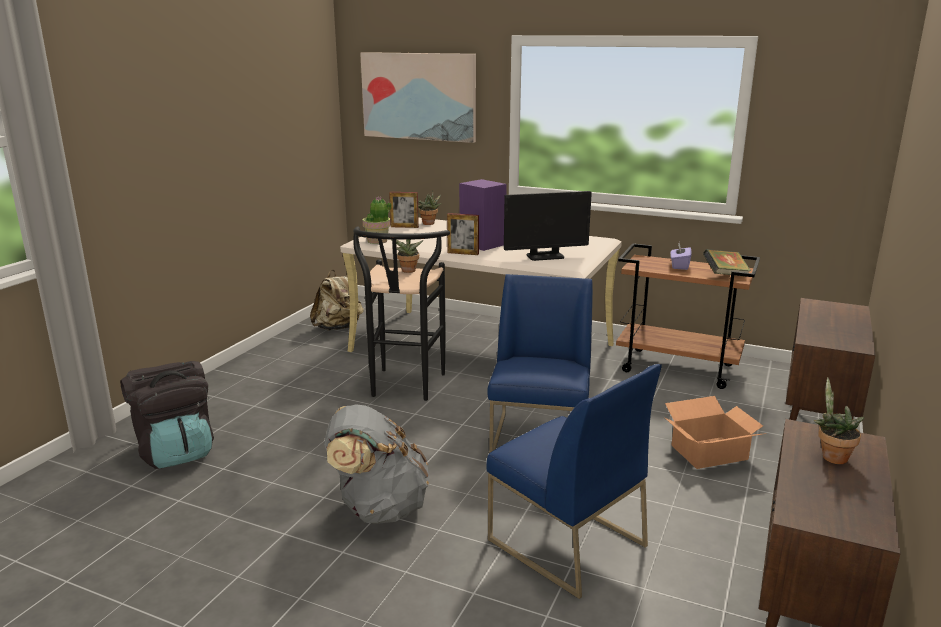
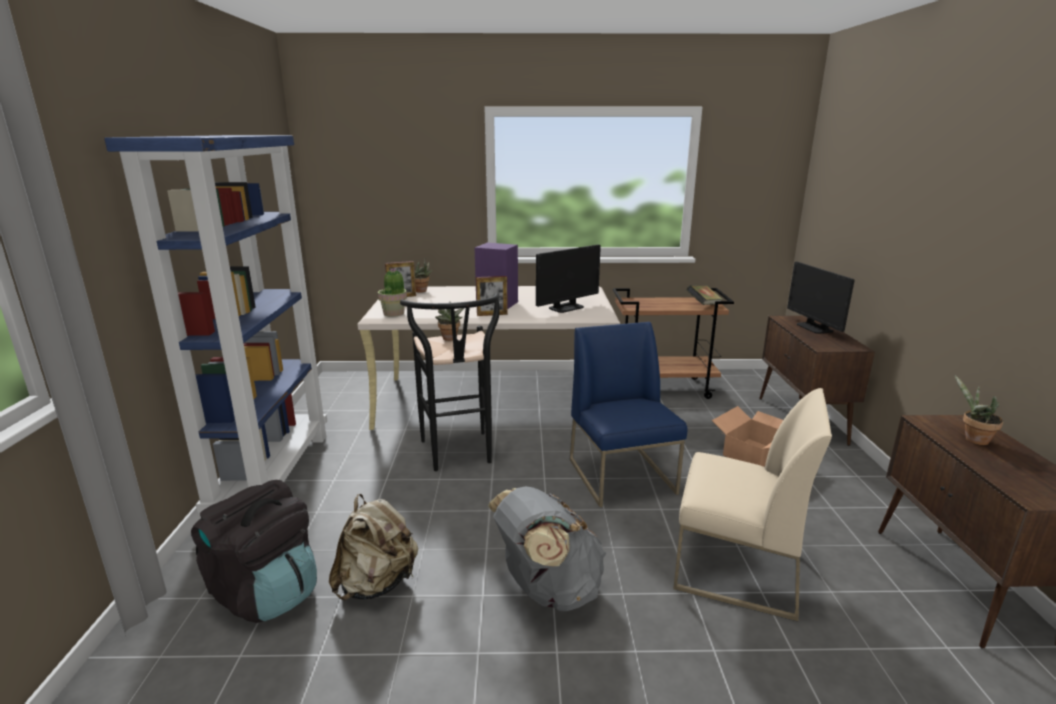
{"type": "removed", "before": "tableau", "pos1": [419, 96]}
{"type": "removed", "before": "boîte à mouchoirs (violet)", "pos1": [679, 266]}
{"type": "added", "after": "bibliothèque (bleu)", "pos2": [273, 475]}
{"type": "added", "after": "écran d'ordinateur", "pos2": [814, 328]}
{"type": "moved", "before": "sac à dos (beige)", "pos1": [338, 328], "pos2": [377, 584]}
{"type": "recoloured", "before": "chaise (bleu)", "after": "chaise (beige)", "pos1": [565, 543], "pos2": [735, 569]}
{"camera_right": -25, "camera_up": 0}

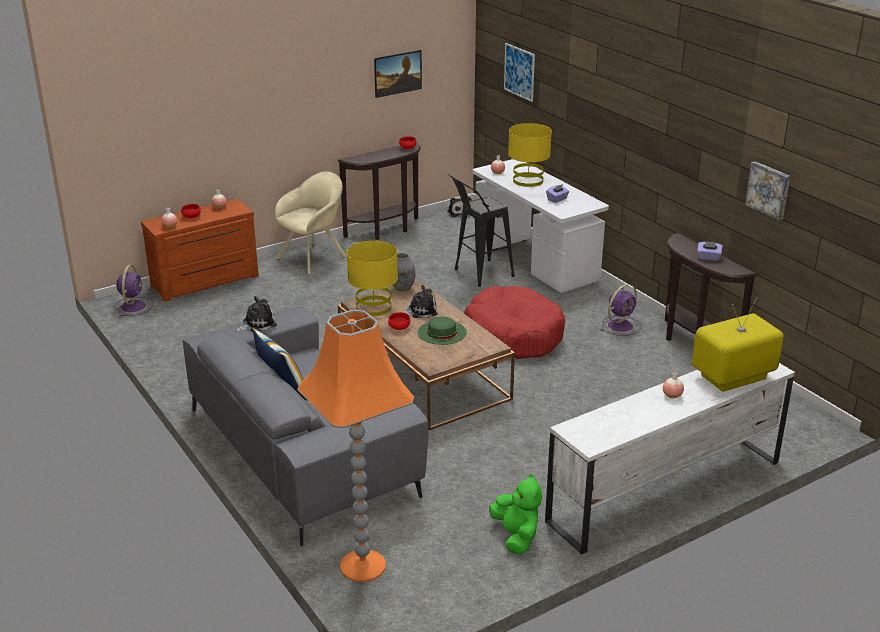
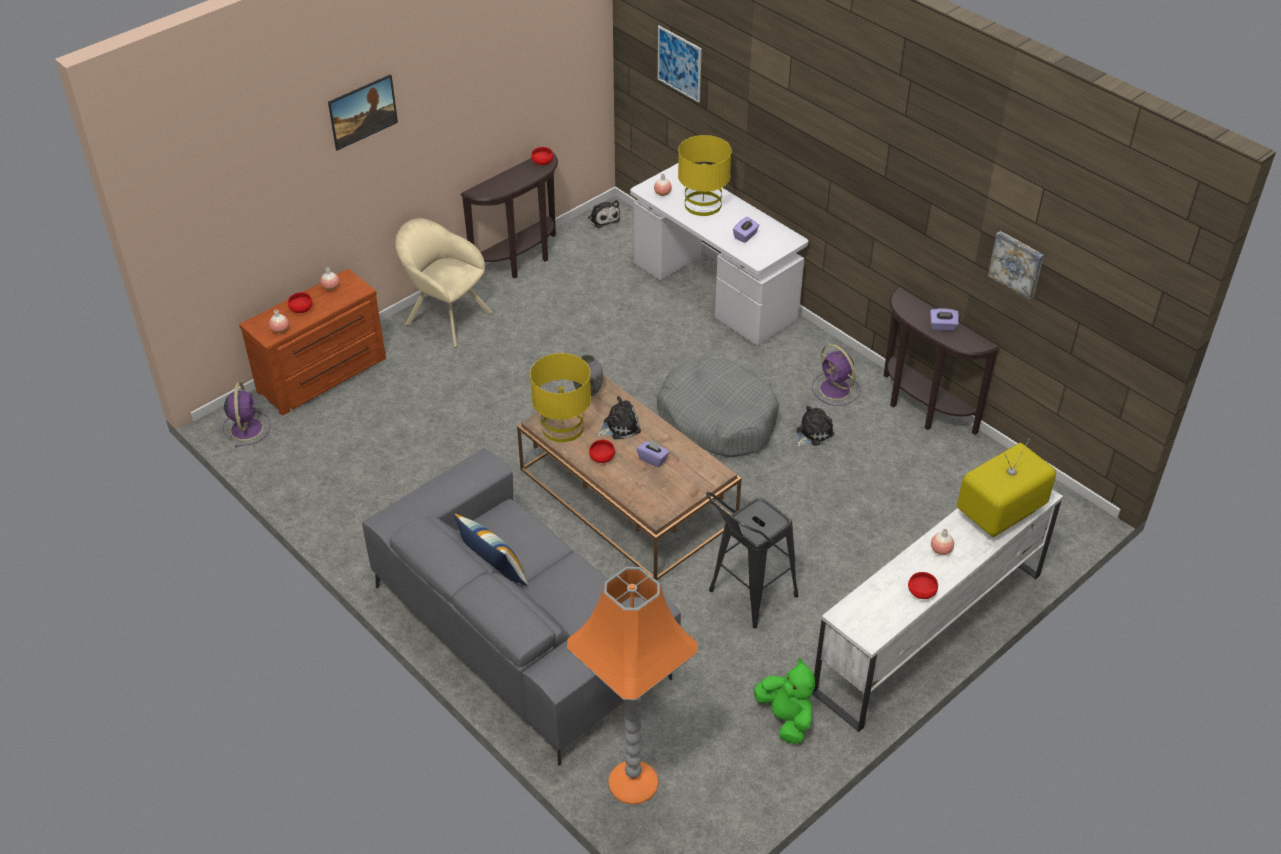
{"type": "added", "after": "bol (rouge)", "pos2": [921, 593]}
{"type": "moved", "before": "peluche", "pos1": [257, 323], "pos2": [812, 433]}
{"type": "moved", "before": "tableau", "pos1": [398, 83], "pos2": [364, 123]}
{"type": "moved", "before": "tabouret (noir)", "pos1": [478, 274], "pos2": [746, 598]}
{"type": "replaced", "before": "chapeau (vert)", "after": "boîte à mouchoirs (violet)", "pos1": [442, 332], "pos2": [653, 459]}
{"type": "recoloured", "before": "panier pour chien (rouge)", "after": "panier pour chien (gris)", "pos1": [514, 334], "pos2": [717, 419]}
{"type": "turned", "before": "fauteuil (beige)", "pos1": [314, 257], "pos2": [445, 317], "turn": -90}
{"type": "turned", "before": "ventilateur (violet)", "pos1": [621, 325], "pos2": [836, 390], "turn": 105}
{"camera_right": -10, "camera_up": 15}

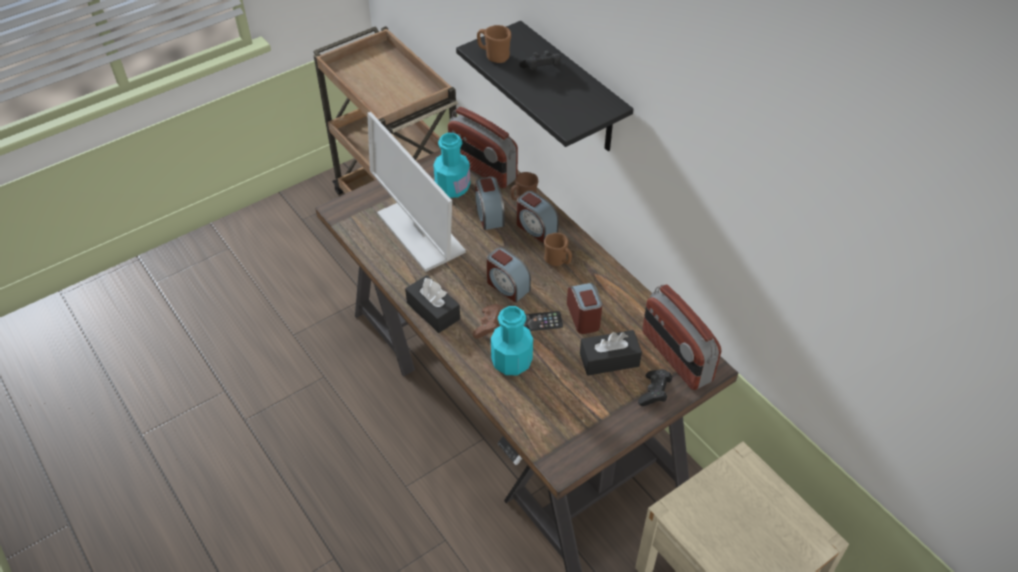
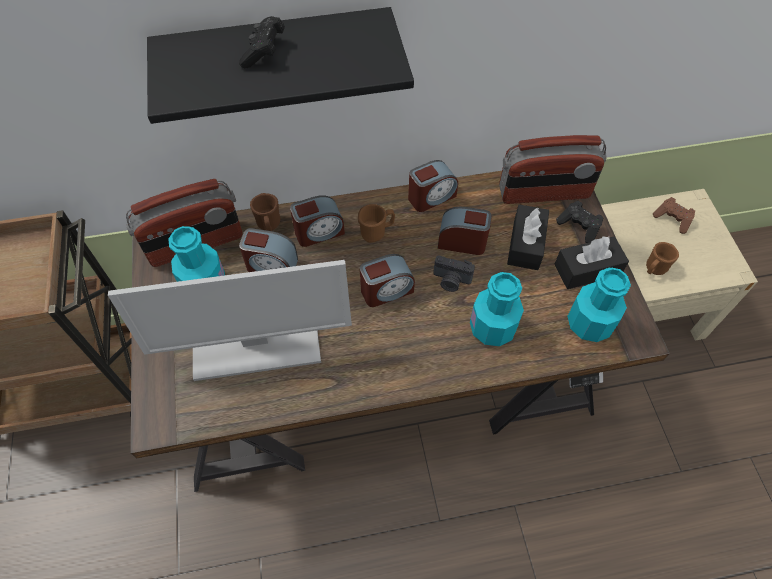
{"type": "added", "after": "réveil", "pos2": [431, 197]}
{"type": "added", "after": "bouteille (turquoise)", "pos2": [589, 323]}
{"type": "moved", "before": "boîte à mouchoirs (noir)", "pos1": [433, 311], "pos2": [587, 269]}
{"type": "moved", "before": "manette (marron)", "pos1": [489, 326], "pos2": [672, 219]}
{"type": "moved", "before": "mug (marron)", "pos1": [494, 56], "pos2": [654, 269]}
{"type": "replaced", "before": "téléphone", "after": "appareil photo", "pos1": [540, 322], "pos2": [451, 281]}
{"camera_right": -65, "camera_up": 10}

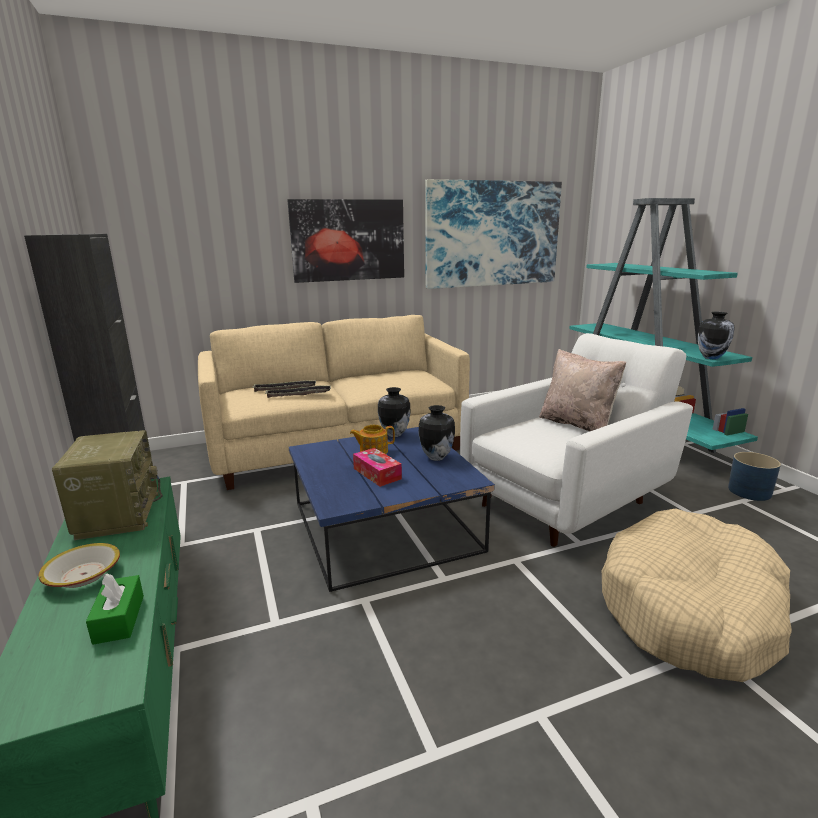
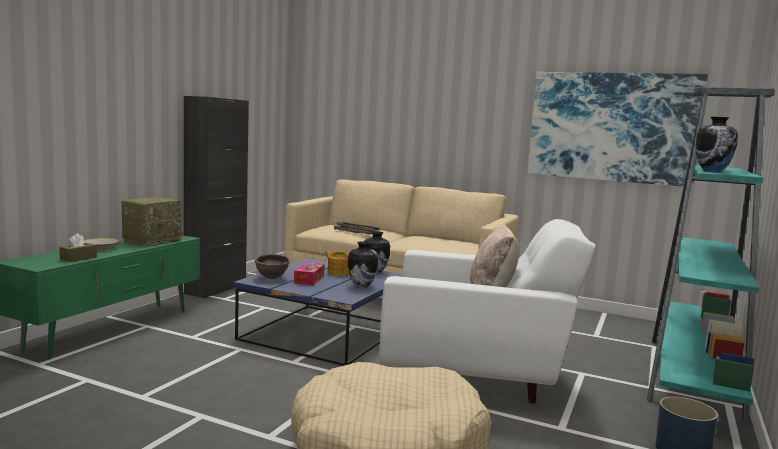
{"type": "removed", "before": "tableau", "pos1": [348, 240]}
{"type": "added", "after": "bol (marron)", "pos2": [271, 278]}
{"type": "moved", "before": "vase", "pos1": [711, 357], "pos2": [712, 171]}
{"type": "recoloured", "before": "boîte à mouchoirs (vert)", "after": "boîte à mouchoirs (marron)", "pos1": [119, 619], "pos2": [78, 258]}
{"camera_right": 45, "camera_up": -10}

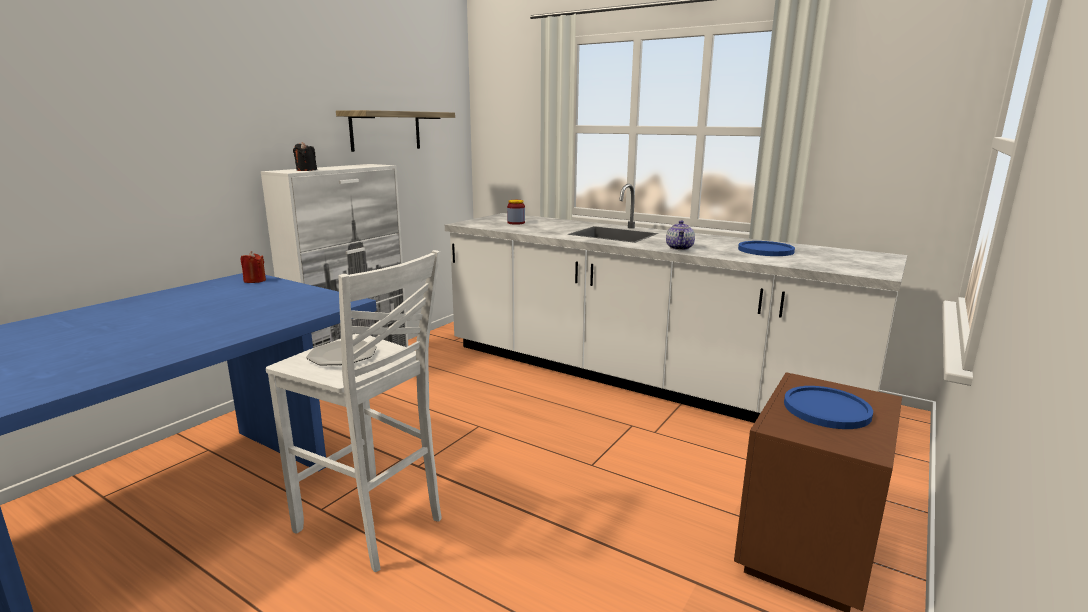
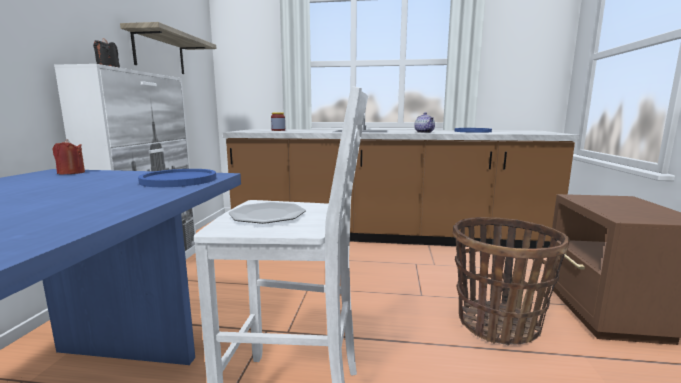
{"type": "added", "after": "panier", "pos2": [498, 324]}
{"type": "moved", "before": "assiette (bleu)", "pos1": [826, 409], "pos2": [179, 180]}
{"type": "recoloured", "before": "comptoir de cuisine (blanc)", "after": "comptoir de cuisine (marron)", "pos1": [640, 378], "pos2": [386, 235]}
{"camera_right": -25, "camera_up": -5}

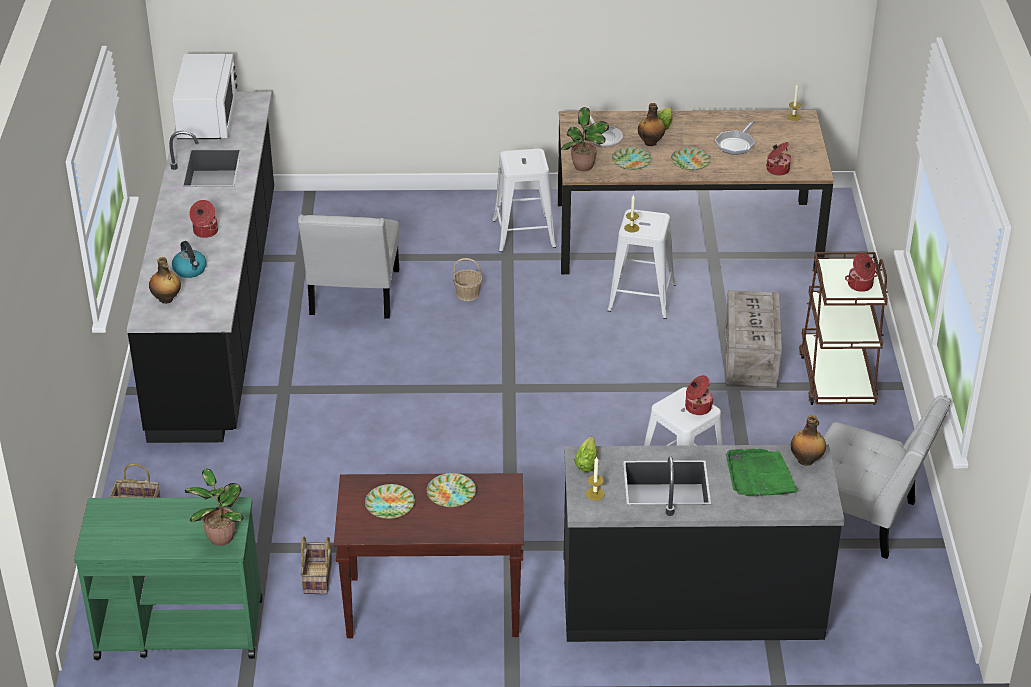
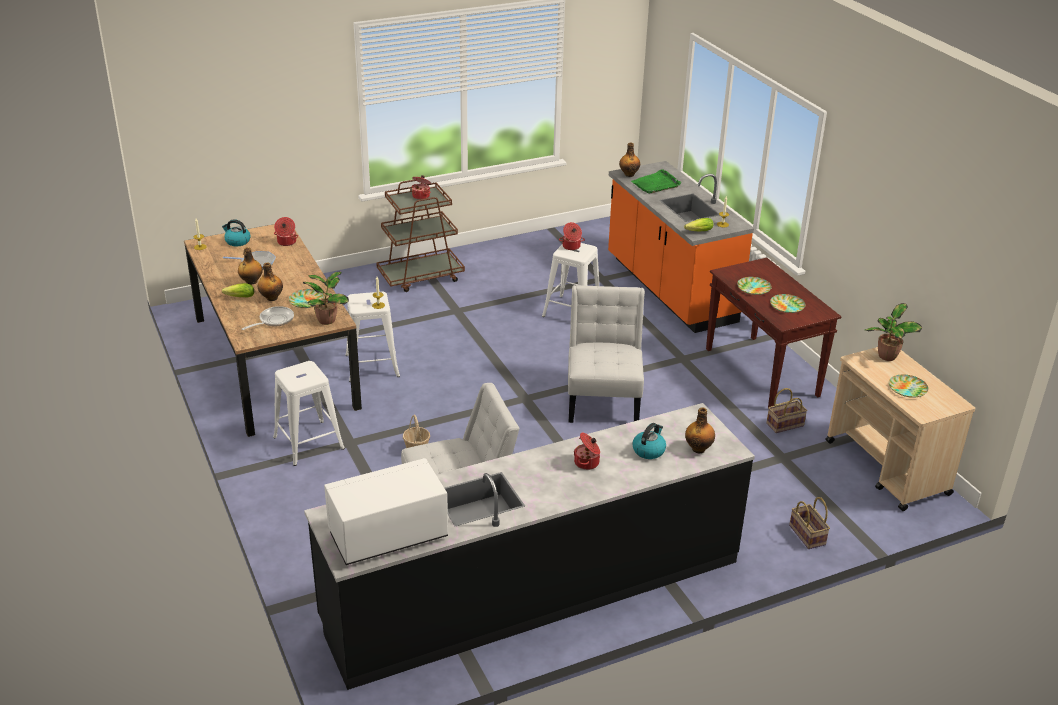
{"type": "removed", "before": "caisse", "pos1": [751, 359]}
{"type": "added", "after": "bouilloire", "pos2": [237, 241]}
{"type": "added", "after": "bouteille", "pos2": [251, 282]}
{"type": "moved", "before": "assiette", "pos1": [690, 162], "pos2": [908, 389]}
{"type": "moved", "before": "chaise (blanc)", "pos1": [863, 518], "pos2": [603, 399]}
{"type": "recoloured", "before": "chariot (vert)", "after": "chariot (beige)", "pos1": [178, 628], "pos2": [887, 468]}
{"type": "recoloured", "before": "comptoir de cuisine (noir)", "after": "comptoir de cuisine (orange)", "pos1": [691, 603], "pos2": [669, 290]}
{"camera_right": -115, "camera_up": -5}

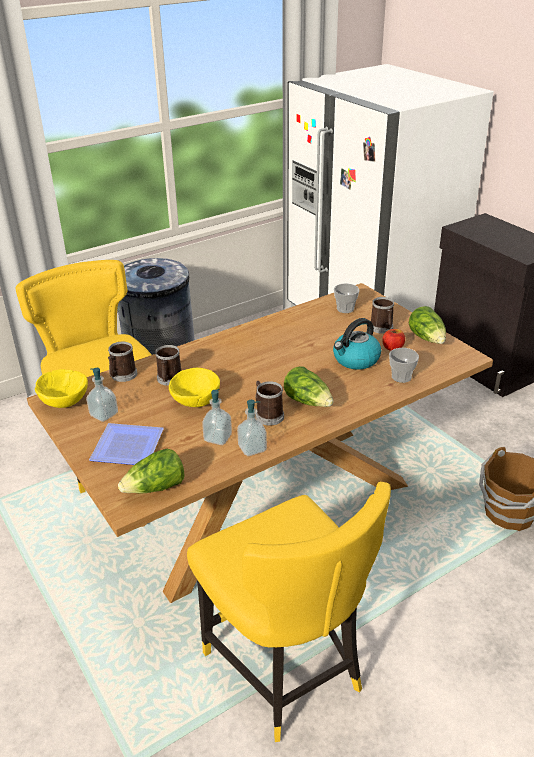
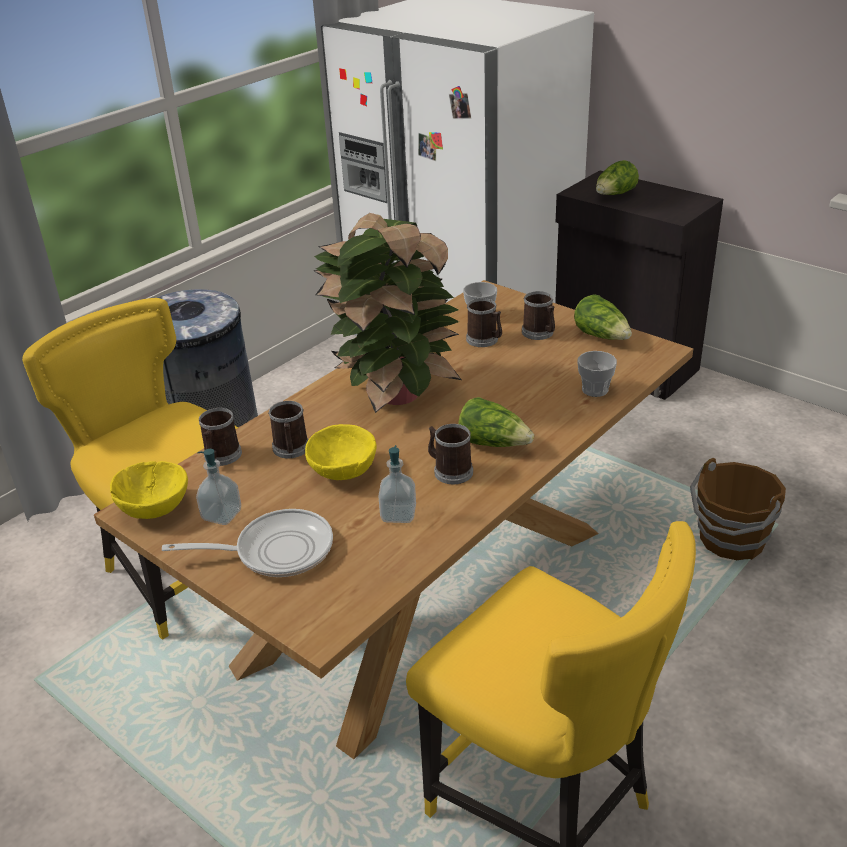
{"type": "removed", "before": "distributeur de savon", "pos1": [252, 448]}
{"type": "removed", "before": "bouilloire", "pos1": [355, 360]}
{"type": "removed", "before": "pomme", "pos1": [392, 348]}
{"type": "added", "after": "plante en pot", "pos2": [393, 393]}
{"type": "added", "after": "mug", "pos2": [485, 340]}
{"type": "moved", "before": "laitue", "pos1": [155, 488], "pos2": [615, 195]}
{"type": "replaced", "before": "assiette", "after": "poêle", "pos1": [126, 445], "pos2": [276, 551]}
{"camera_right": -15, "camera_up": 0}

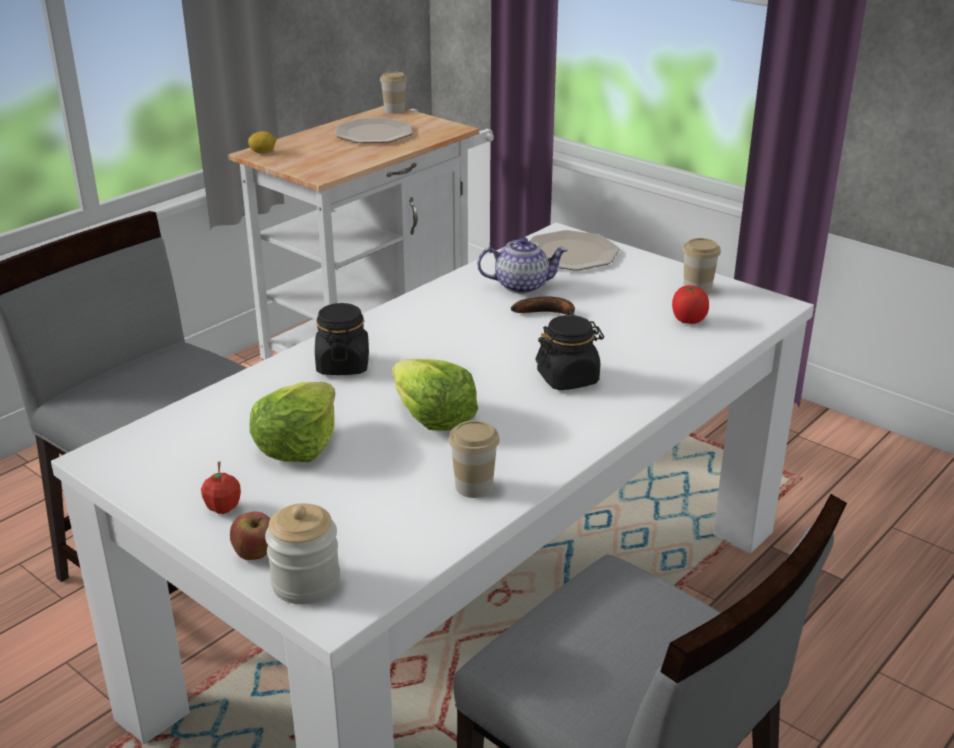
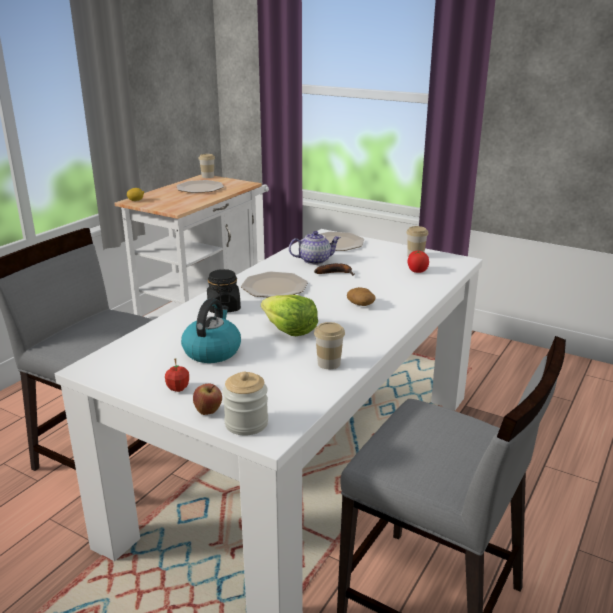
{"type": "added", "after": "assiette", "pos2": [275, 287]}
{"type": "replaced", "before": "laitue", "after": "bouilloire", "pos1": [297, 445], "pos2": [212, 351]}
{"type": "replaced", "before": "bocal (noir)", "after": "pomme de terre", "pos1": [568, 378], "pos2": [361, 304]}
{"camera_right": -10, "camera_up": -5}

